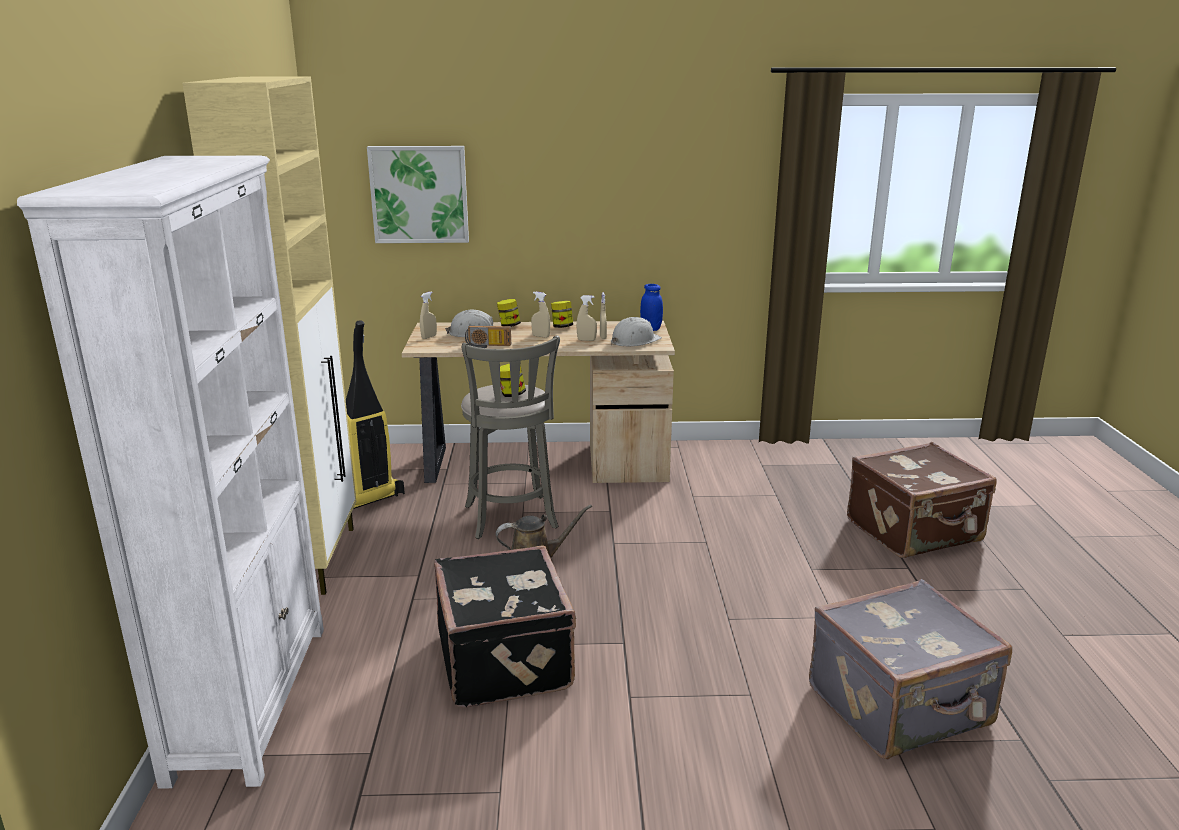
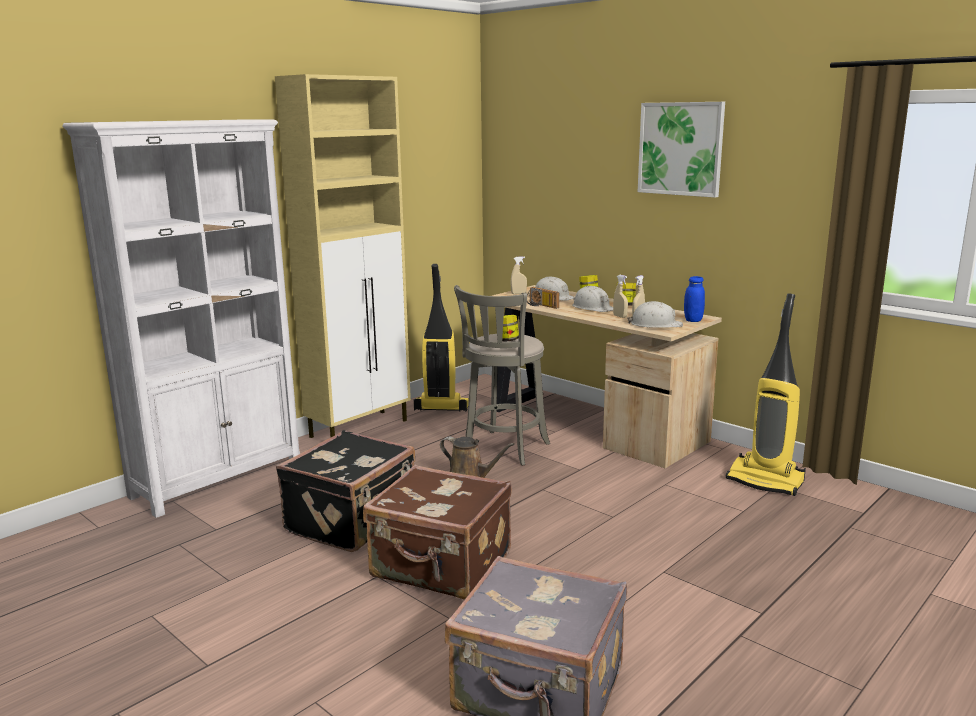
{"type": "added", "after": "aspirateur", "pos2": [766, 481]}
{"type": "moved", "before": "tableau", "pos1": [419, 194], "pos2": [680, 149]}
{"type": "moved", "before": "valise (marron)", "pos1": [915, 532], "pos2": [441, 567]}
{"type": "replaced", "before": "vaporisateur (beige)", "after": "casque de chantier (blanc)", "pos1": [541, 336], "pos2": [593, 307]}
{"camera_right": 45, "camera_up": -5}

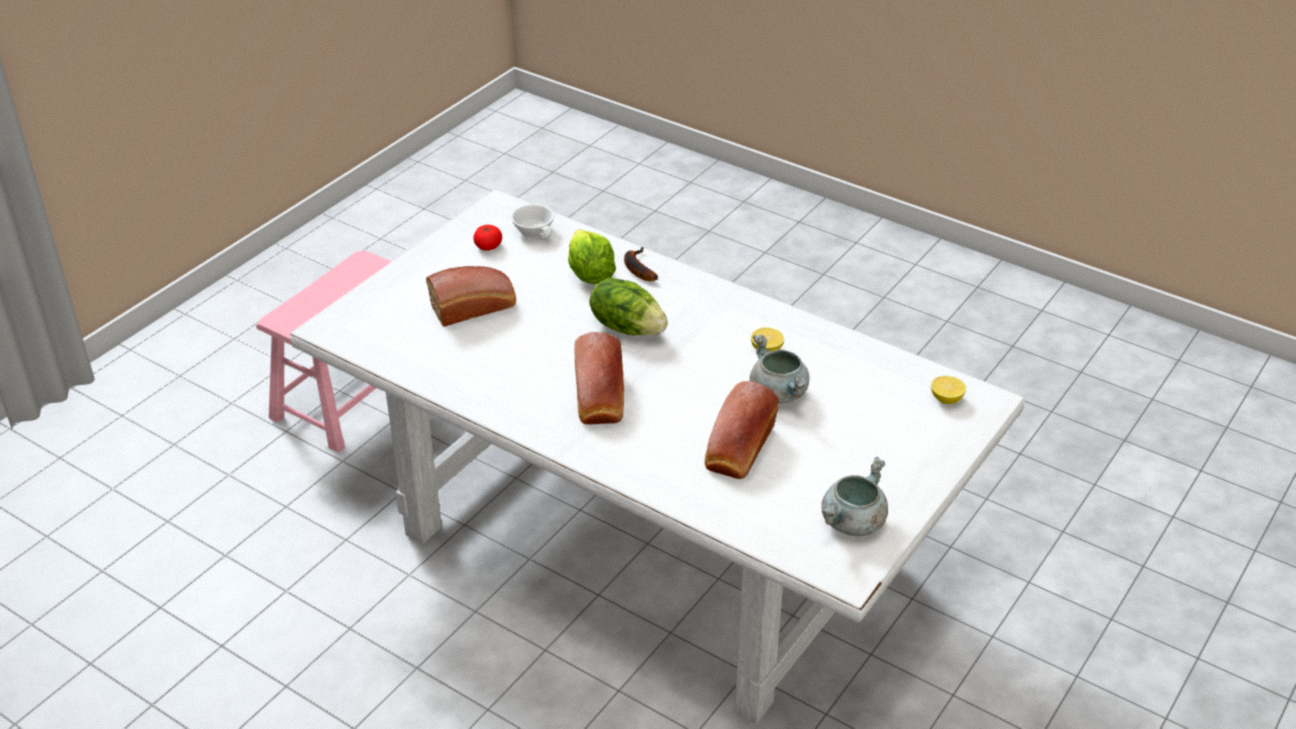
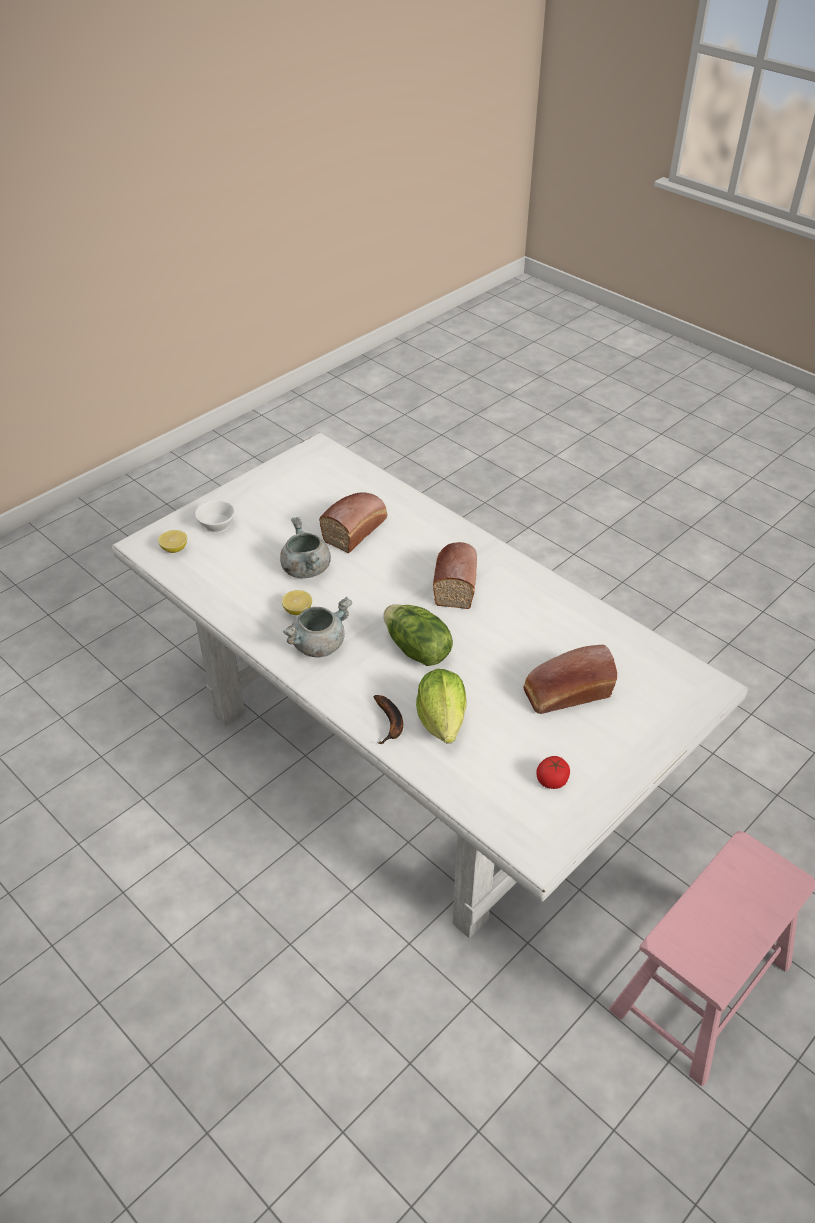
{"type": "moved", "before": "tasse (blanc)", "pos1": [535, 231], "pos2": [215, 525]}
{"type": "moved", "before": "marmite (gris)", "pos1": [852, 524], "pos2": [318, 644]}
{"camera_right": -170, "camera_up": 5}

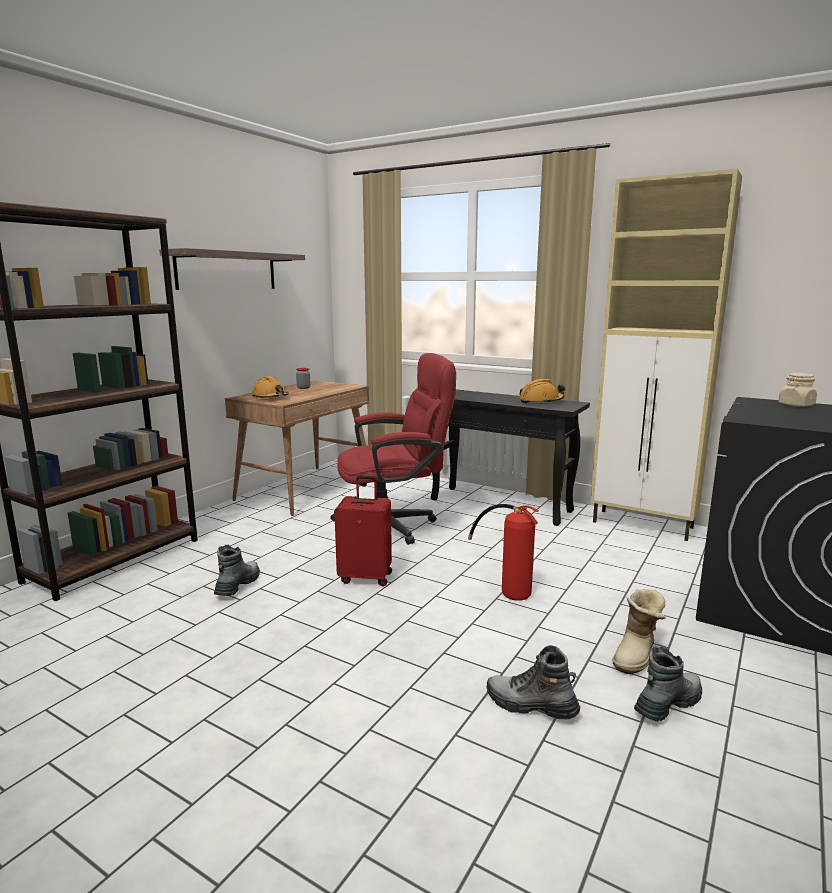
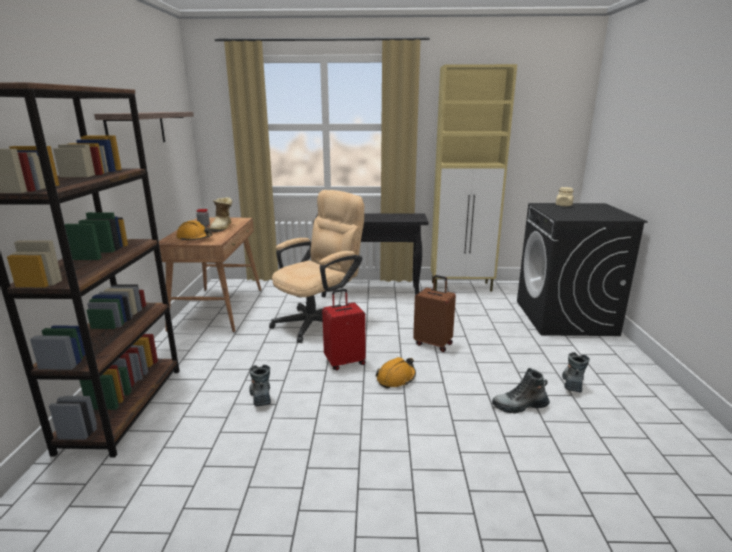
{"type": "moved", "before": "casque de chantier (orange)", "pos1": [541, 401], "pos2": [396, 378]}
{"type": "moved", "before": "botte", "pos1": [637, 655], "pos2": [223, 227]}
{"type": "replaced", "before": "extincteur", "after": "valise (marron)", "pos1": [506, 587], "pos2": [433, 343]}
{"type": "recoloured", "before": "chaise de bureau (rouge)", "after": "chaise de bureau (beige)", "pos1": [393, 525], "pos2": [319, 321]}
{"camera_right": -30, "camera_up": 5}

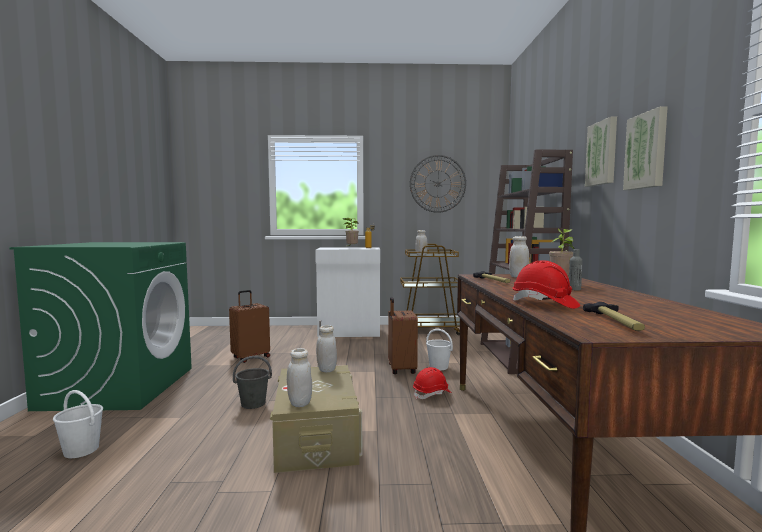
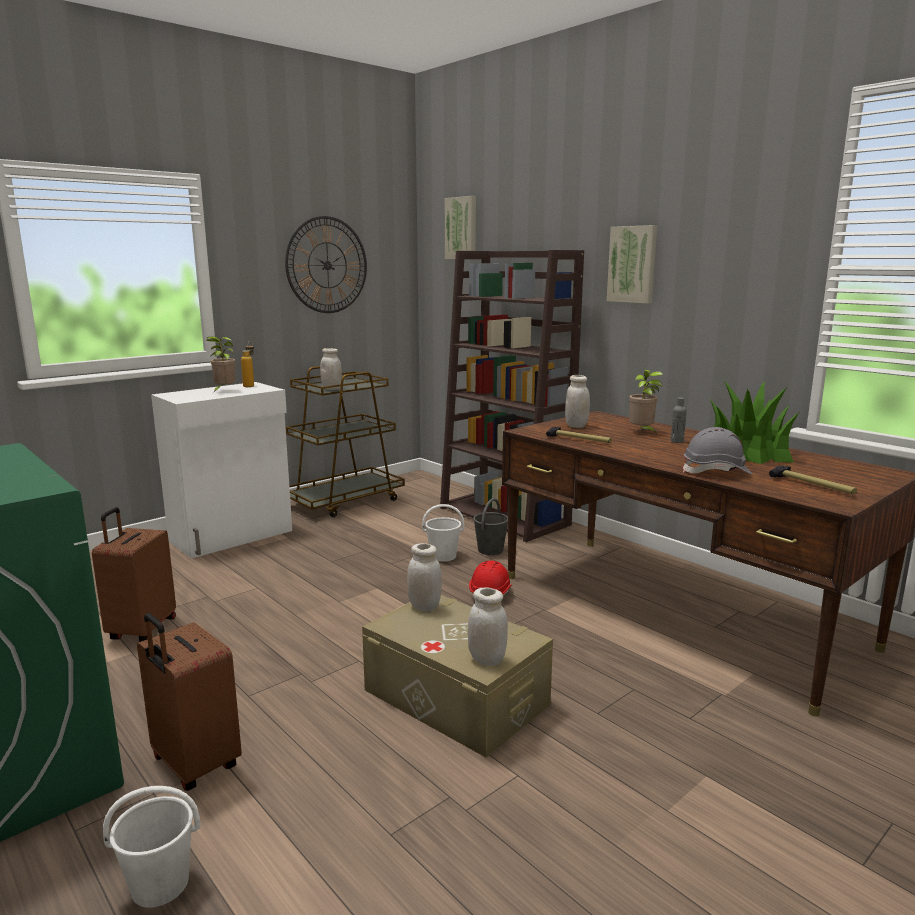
{"type": "added", "after": "plante en pot", "pos2": [747, 452]}
{"type": "moved", "before": "seau (gris)", "pos1": [253, 403], "pos2": [490, 550]}
{"type": "moved", "before": "valise (marron)", "pos1": [400, 369], "pos2": [194, 764]}
{"type": "moved", "before": "tableau", "pos1": [647, 151], "pos2": [462, 228]}
{"type": "recoloured", "before": "casque de chantier (rouge)", "after": "casque de chantier (gris)", "pos1": [544, 304], "pos2": [716, 472]}
{"camera_right": -40, "camera_up": 10}

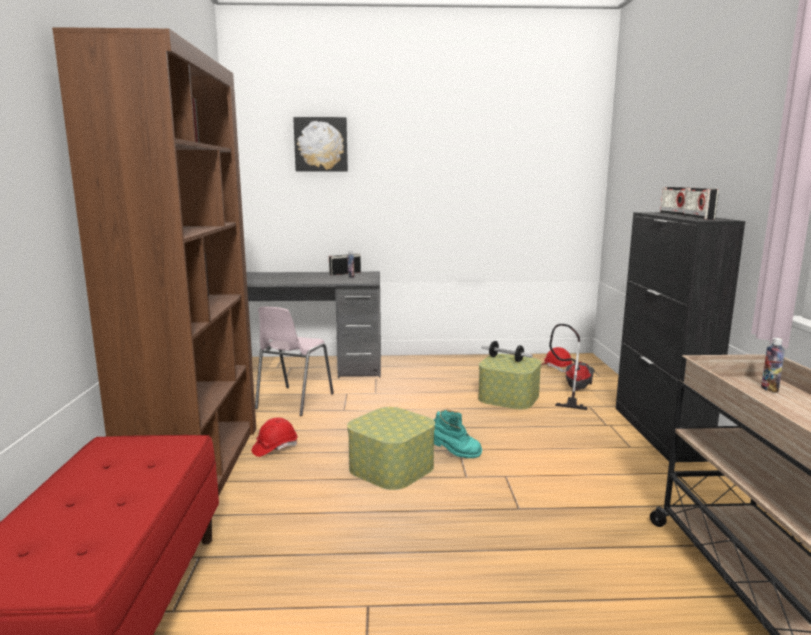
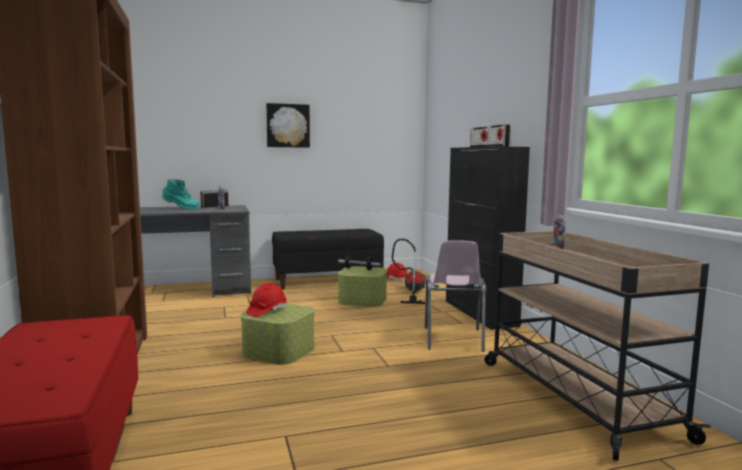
{"type": "added", "after": "banc (noir)", "pos2": [327, 280]}
{"type": "moved", "before": "casque de chantier (rouge)", "pos1": [275, 448], "pos2": [266, 311]}
{"type": "moved", "before": "chaise (rose)", "pos1": [293, 401], "pos2": [453, 339]}
{"type": "moved", "before": "tableau", "pos1": [321, 144], "pos2": [288, 125]}
{"type": "moved", "before": "botte (turquoise)", "pos1": [453, 454], "pos2": [181, 209]}
{"camera_right": -15, "camera_up": -5}

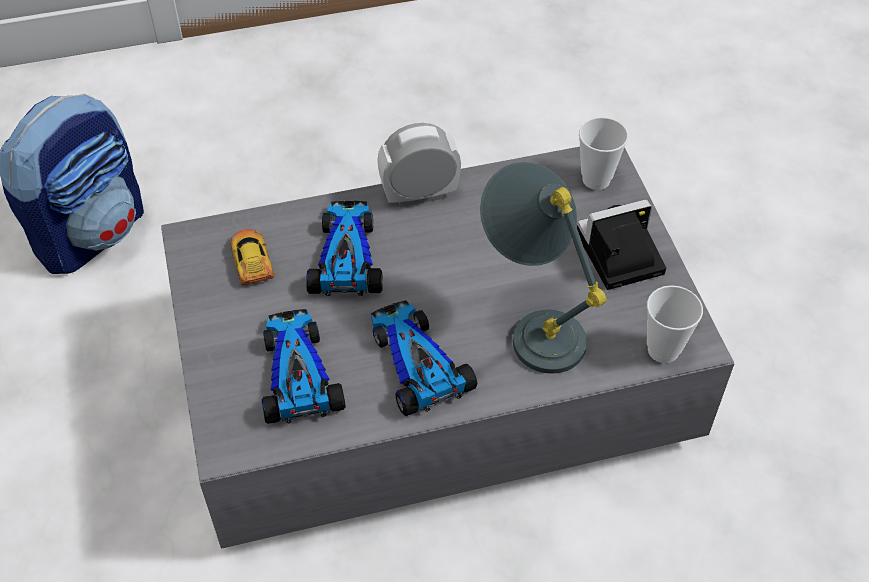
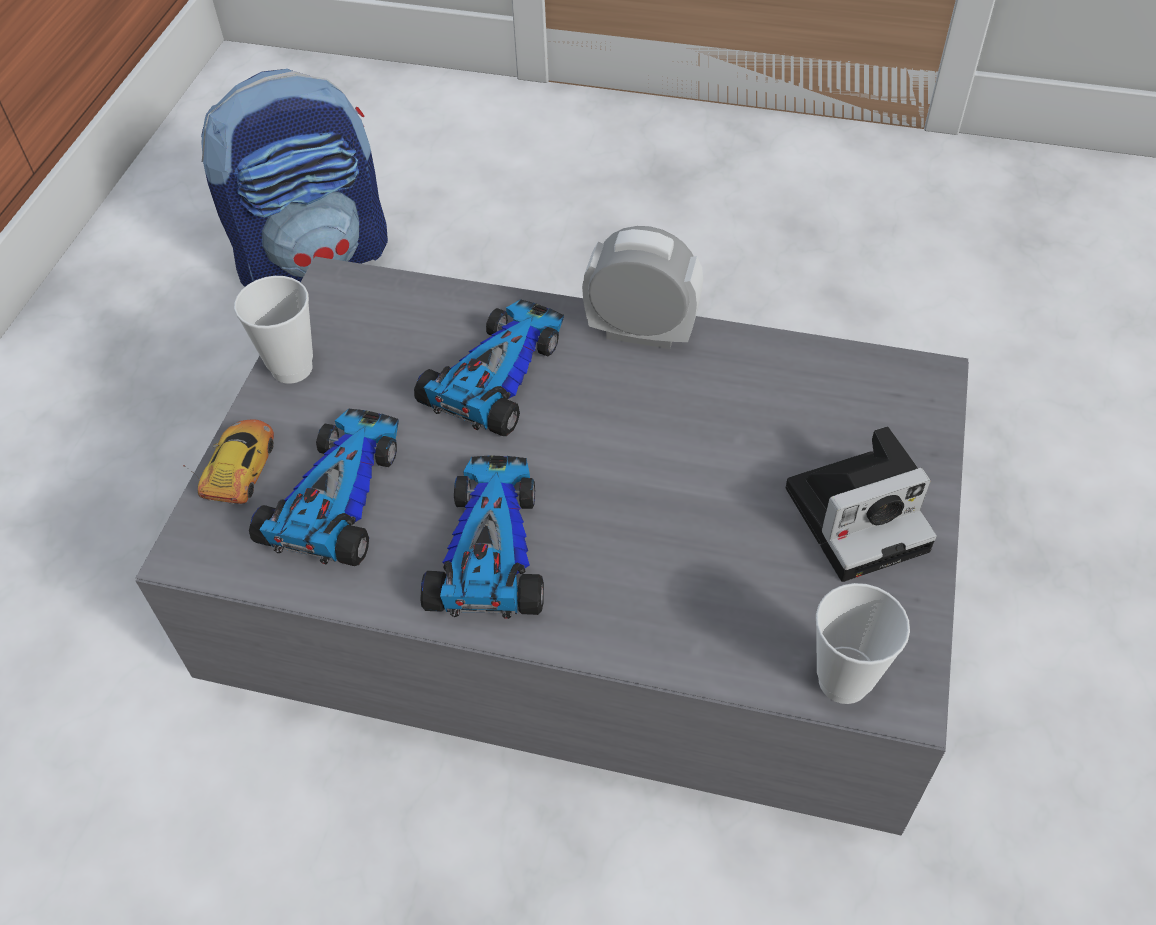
{"type": "removed", "before": "lampe de table (gris)", "pos1": [532, 324]}
{"type": "moved", "before": "petite voiture", "pos1": [252, 261], "pos2": [240, 467]}
{"type": "moved", "before": "tasse", "pos1": [596, 179], "pos2": [292, 368]}
{"type": "turned", "before": "appareil photo", "pos1": [616, 255], "pos2": [860, 515], "turn": 150}
{"camera_right": 30, "camera_up": 0}

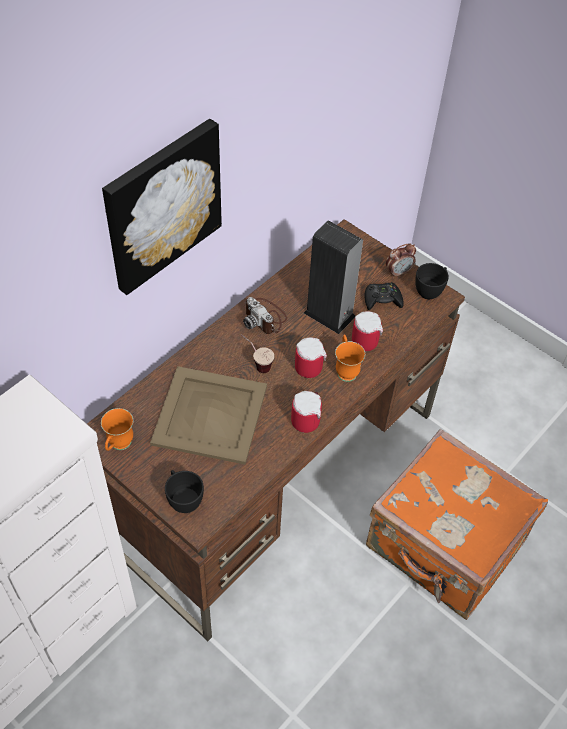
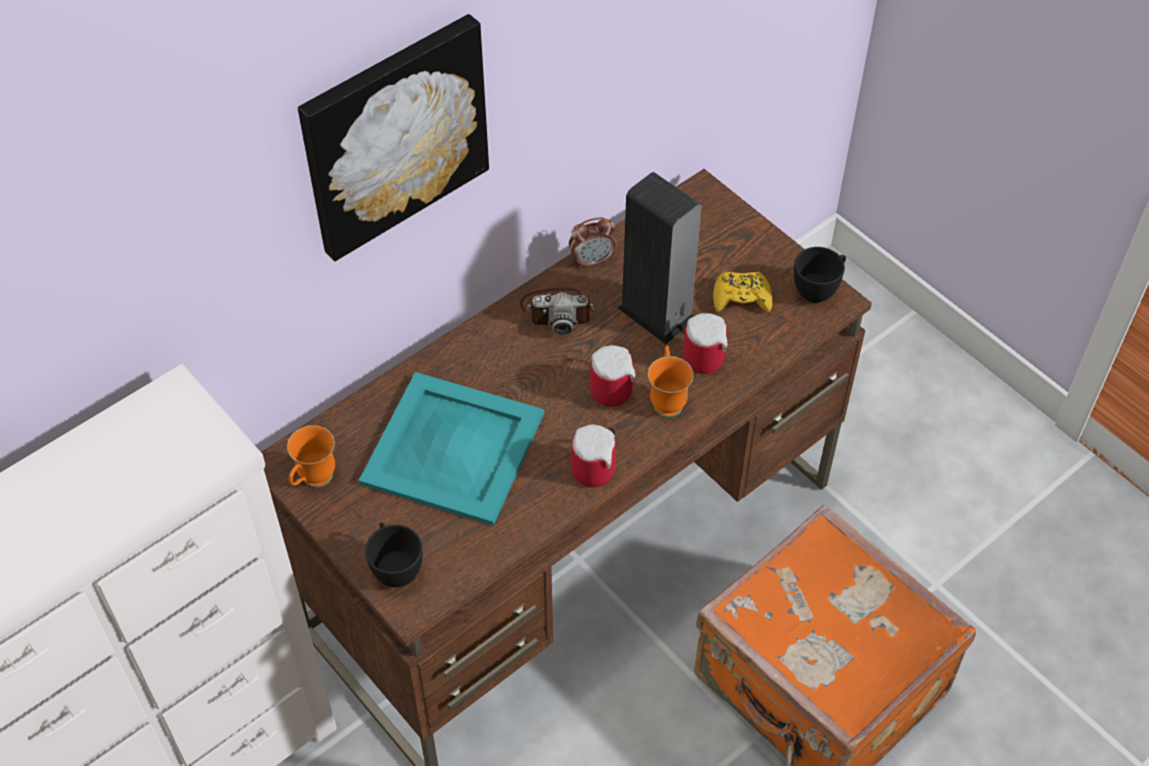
{"type": "removed", "before": "tasse", "pos1": [256, 364]}
{"type": "moved", "before": "réveil", "pos1": [398, 272], "pos2": [592, 260]}
{"type": "recoloured", "before": "plateau (beige)", "after": "plateau (turquoise)", "pos1": [209, 414], "pos2": [452, 447]}
{"type": "recoloured", "before": "manette (noir)", "after": "manette (jaune)", "pos1": [382, 300], "pos2": [741, 297]}
{"type": "turned", "before": "appareil photo", "pos1": [265, 318], "pos2": [558, 311], "turn": -60}
{"camera_right": 10, "camera_up": 0}

